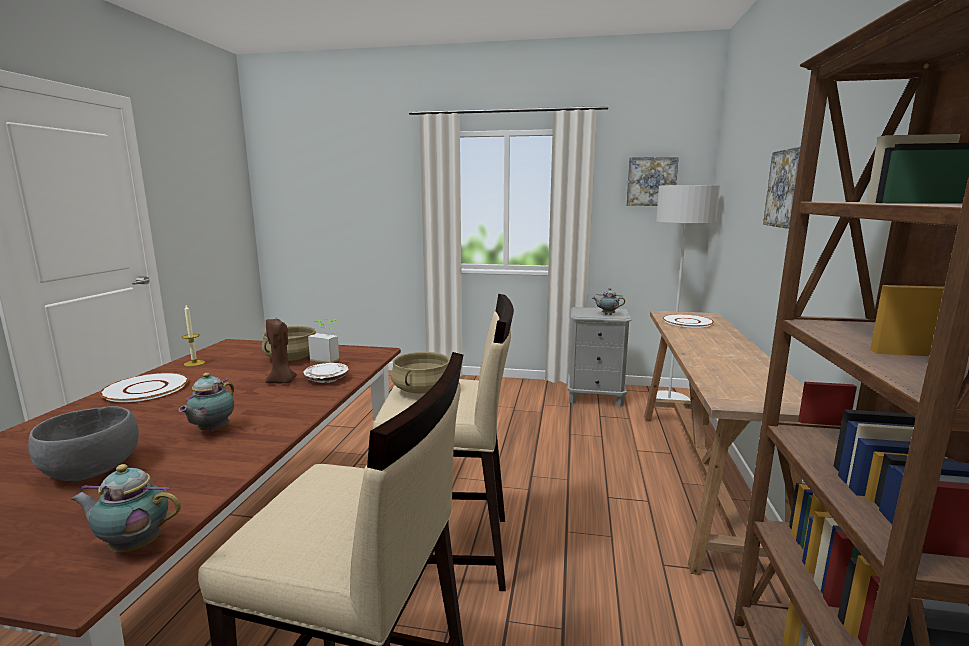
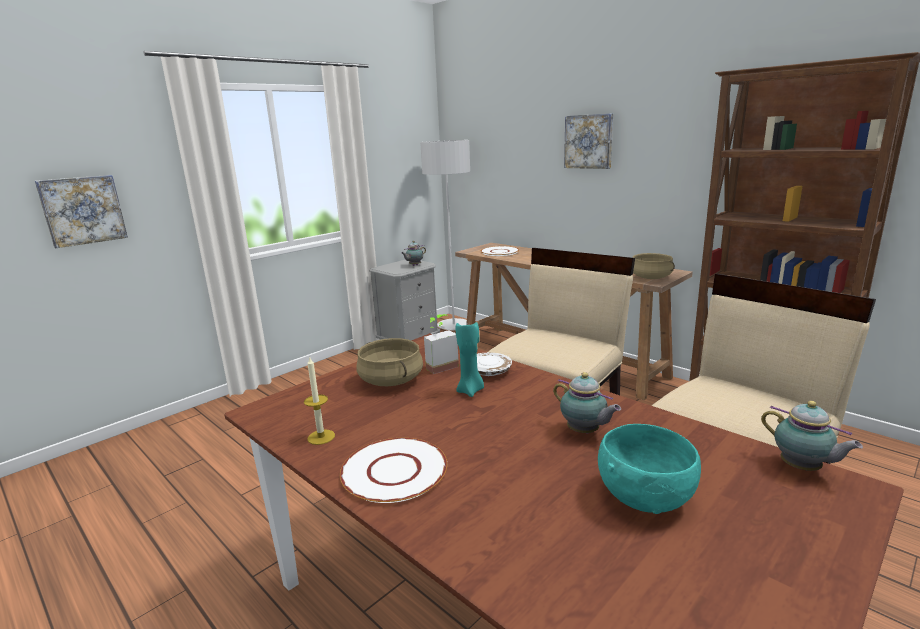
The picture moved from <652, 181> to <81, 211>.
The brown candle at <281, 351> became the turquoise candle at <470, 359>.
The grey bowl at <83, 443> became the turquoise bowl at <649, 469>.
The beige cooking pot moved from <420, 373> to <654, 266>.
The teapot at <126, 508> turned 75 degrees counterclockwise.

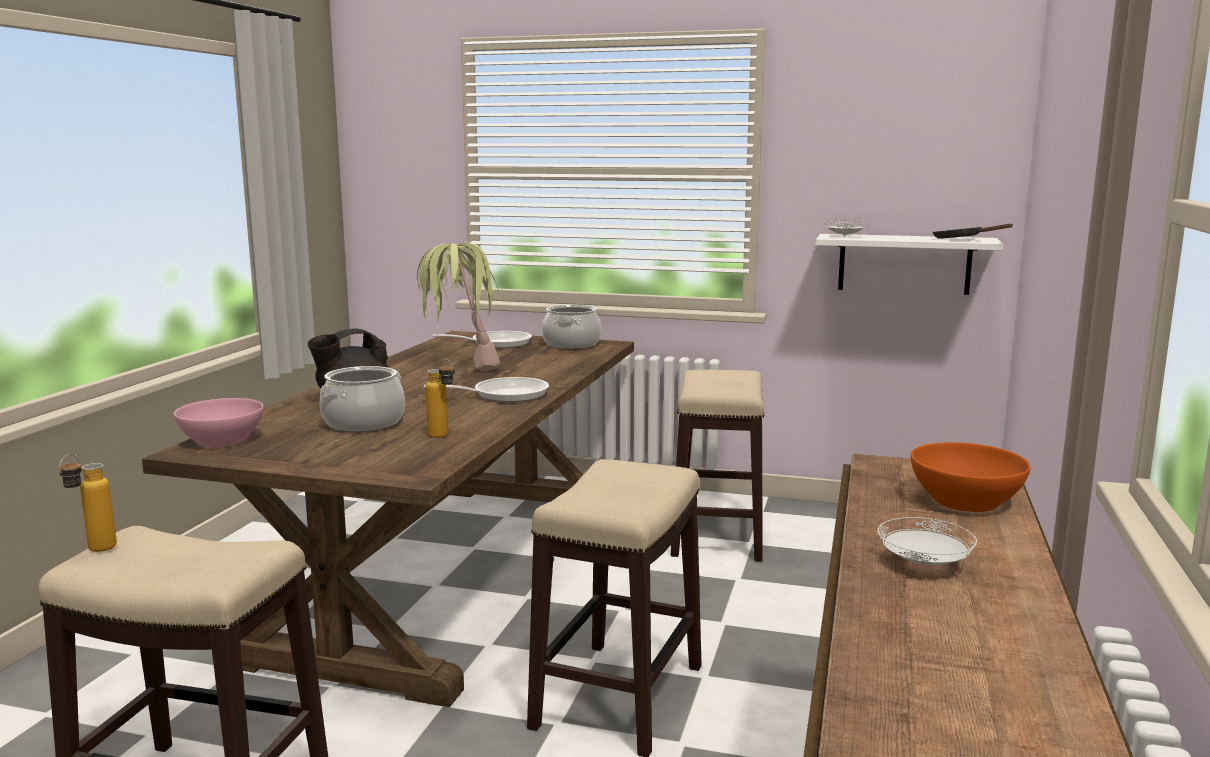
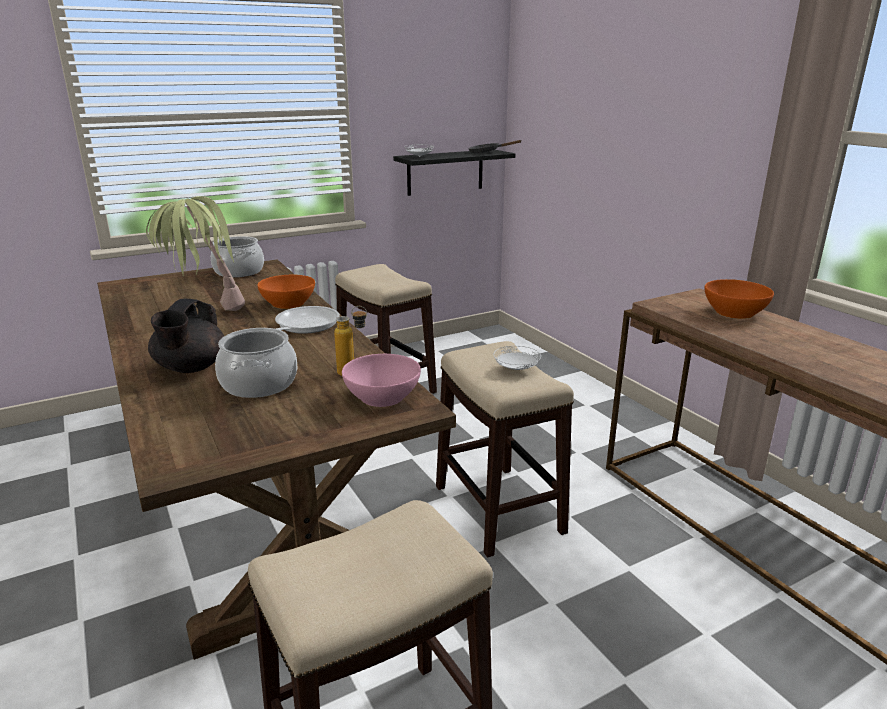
The orange bowl at <286, 292> appeared.
The pink bowl moved from <219, 422> to <381, 380>.
The white shelf at <909, 264> became the black shelf at <454, 173>.
The white plate moved from <927, 541> to <517, 358>.
The bottle at <88, 503> disappeared.
The frying pan at <482, 340> disappeared.

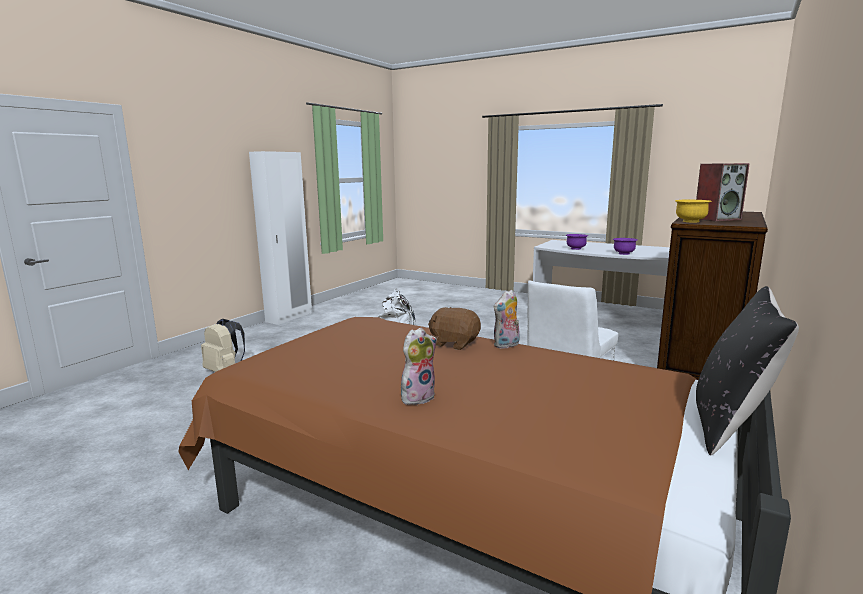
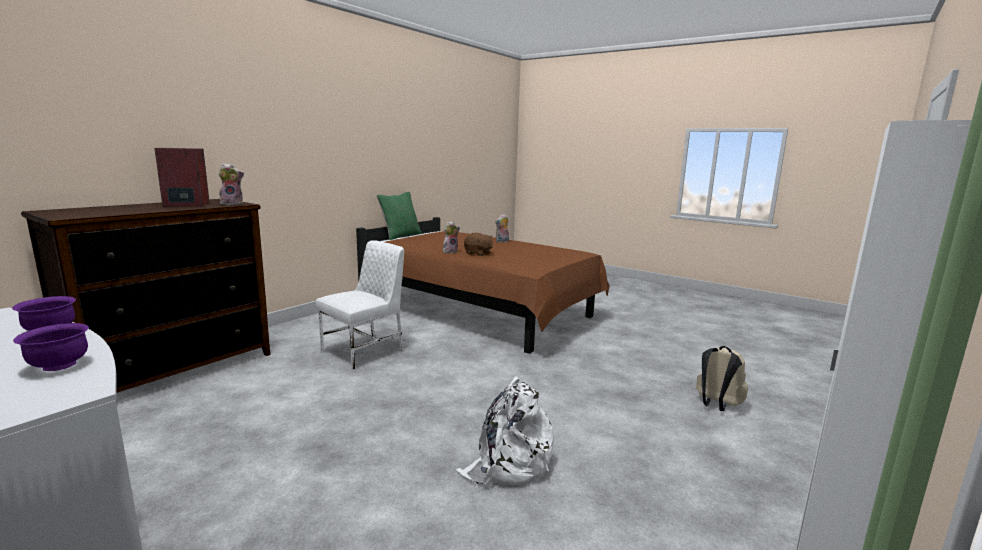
The yellow bowl at <693, 211> was replaced by the plush toy at <231, 184>.
The black pillow at <747, 370> became the green pillow at <399, 216>.

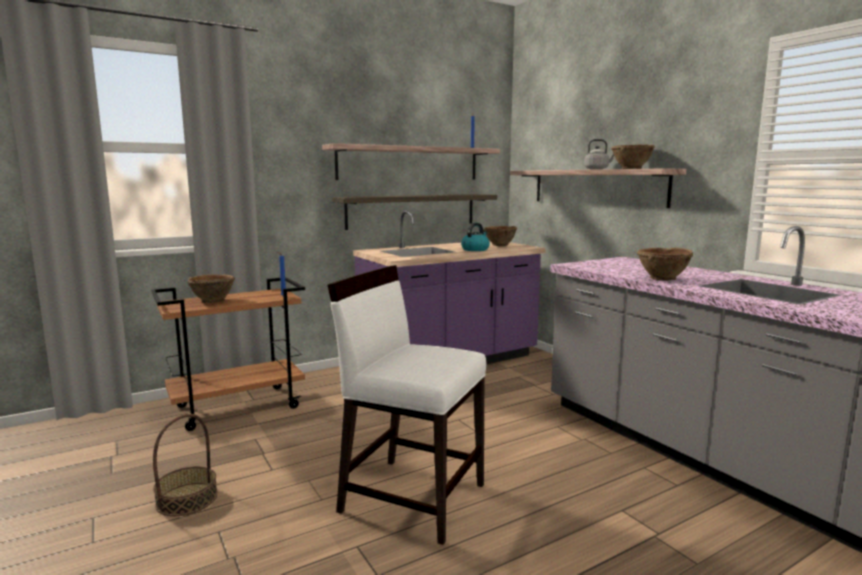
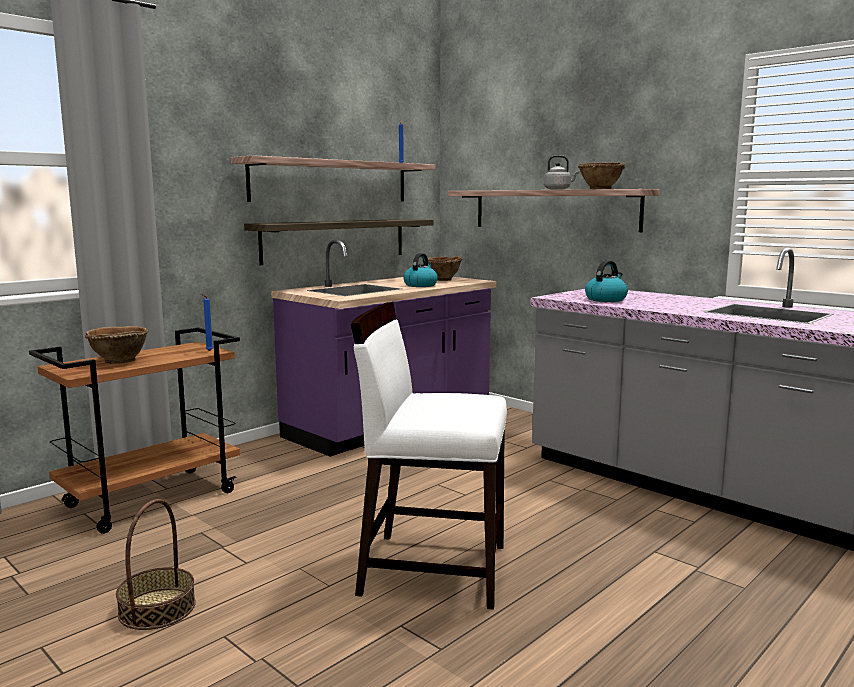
The kettle at <606, 281> appeared.
The brown bowl at <665, 264> disappeared.

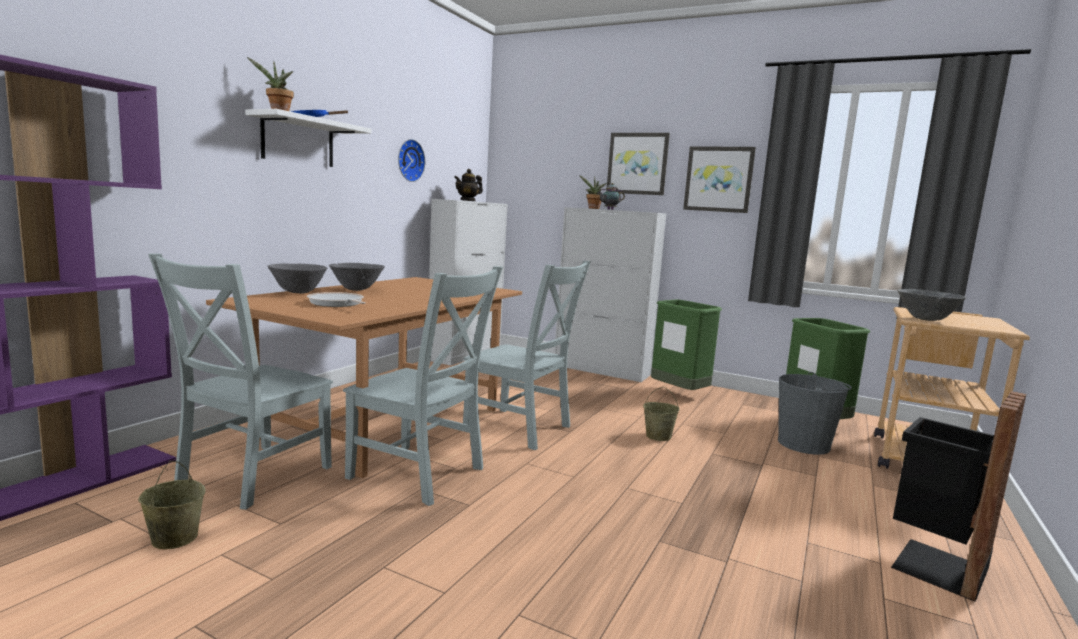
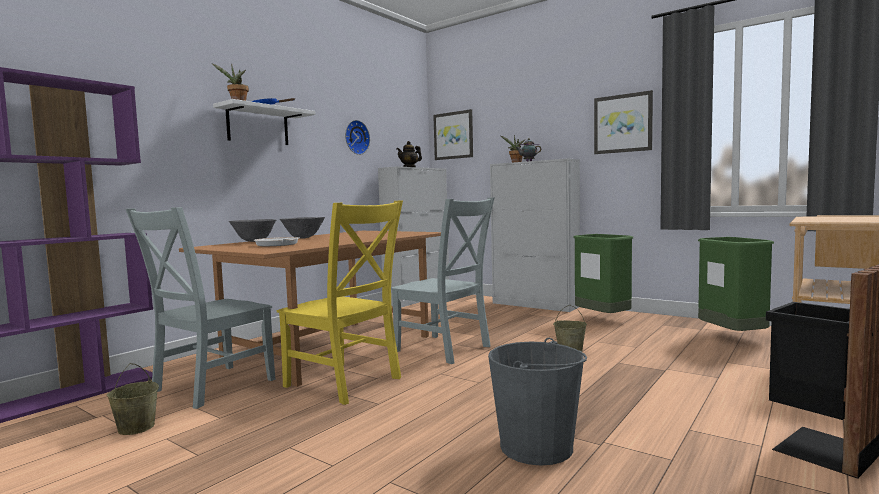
The grey chair at <423, 386> became the yellow chair at <340, 302>.
The picture moved from <638, 164> to <453, 134>.
The grey bucket moved from <815, 413> to <537, 402>.
The grey bowl at <932, 305> disappeared.

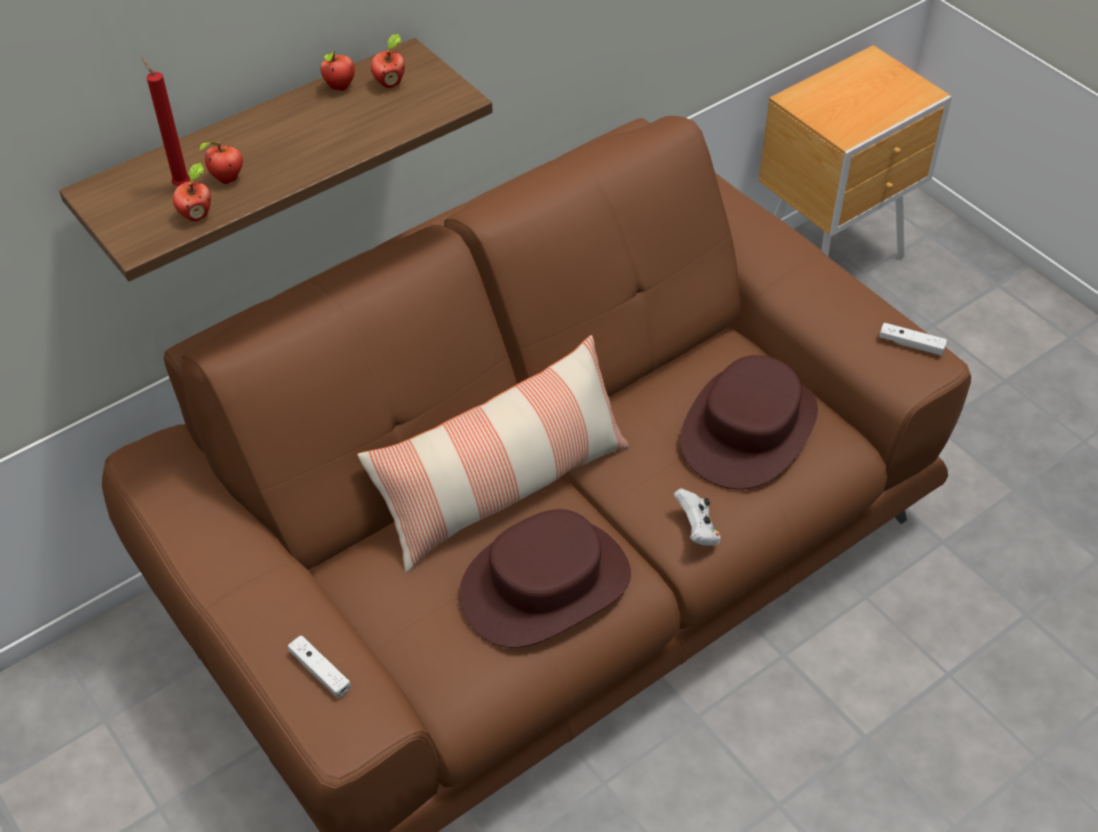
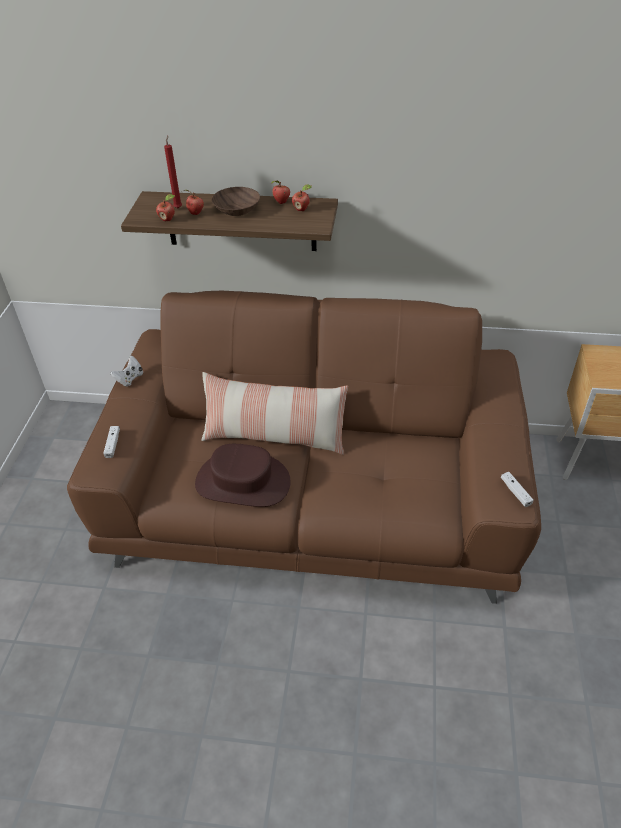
The white game controller moved from <697, 517> to <127, 371>.
The brown bowl at <236, 201> appeared.
The brown hat at <749, 422> disappeared.

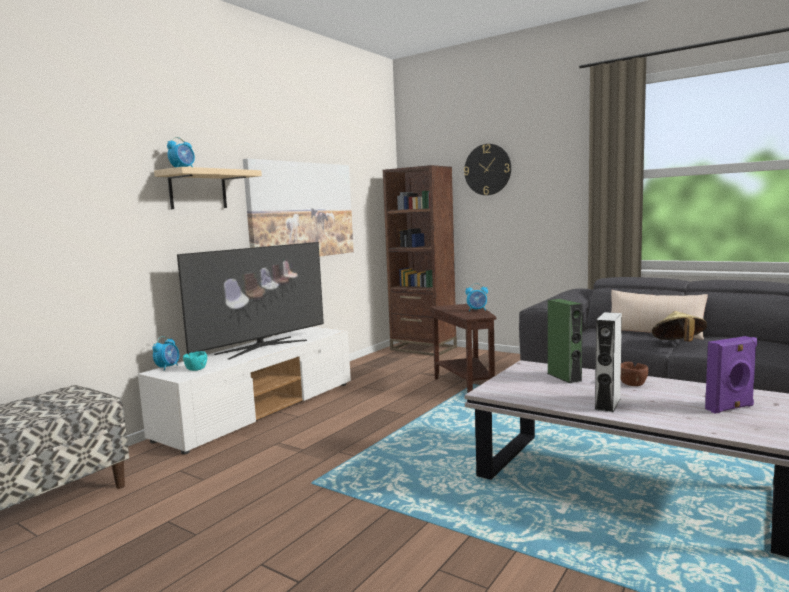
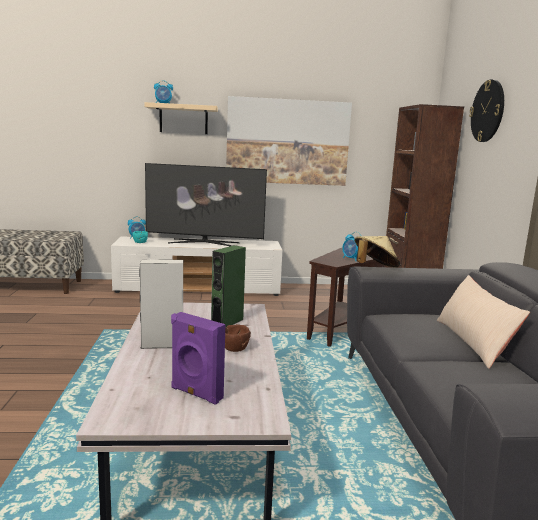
The beige hat moved from <679, 326> to <377, 251>.

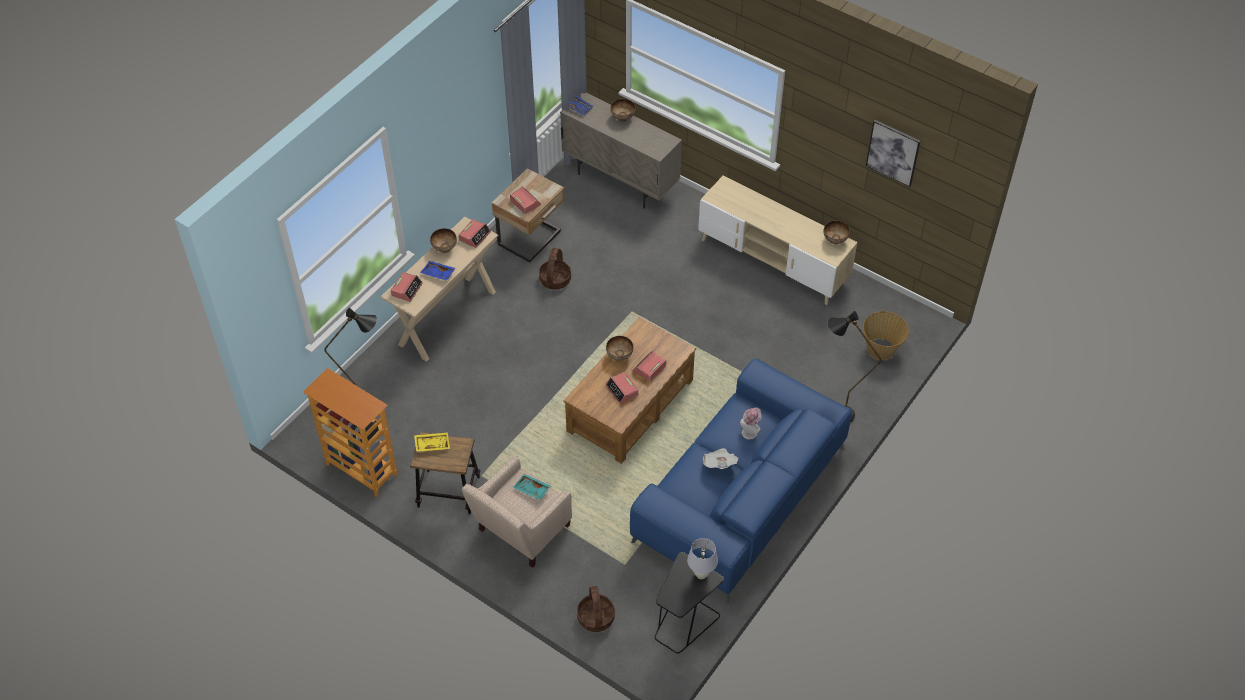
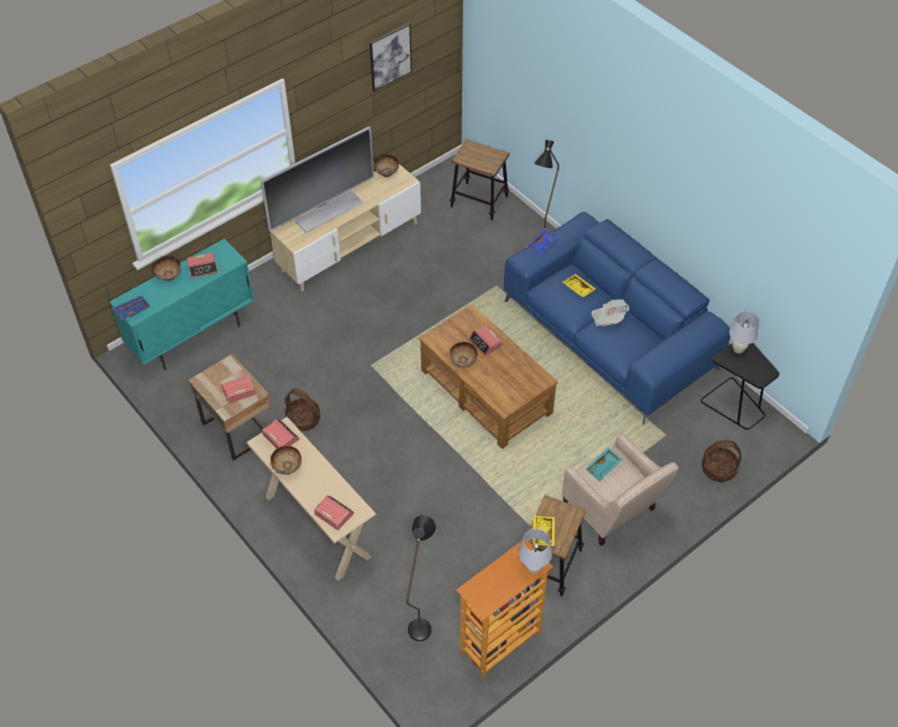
The beige cabinet at <621, 150> became the turquoise cabinet at <182, 304>.
The alarm clock moved from <622, 388> to <202, 265>.
The television at <317, 180> appeared.
The basket at <886, 335> was replaced by the stool at <479, 180>.
The white table lamp at <535, 551> appeared.
The blue tray moved from <438, 271> to <542, 242>.
The hat at <751, 423> was replaced by the yellow tray at <579, 285>.

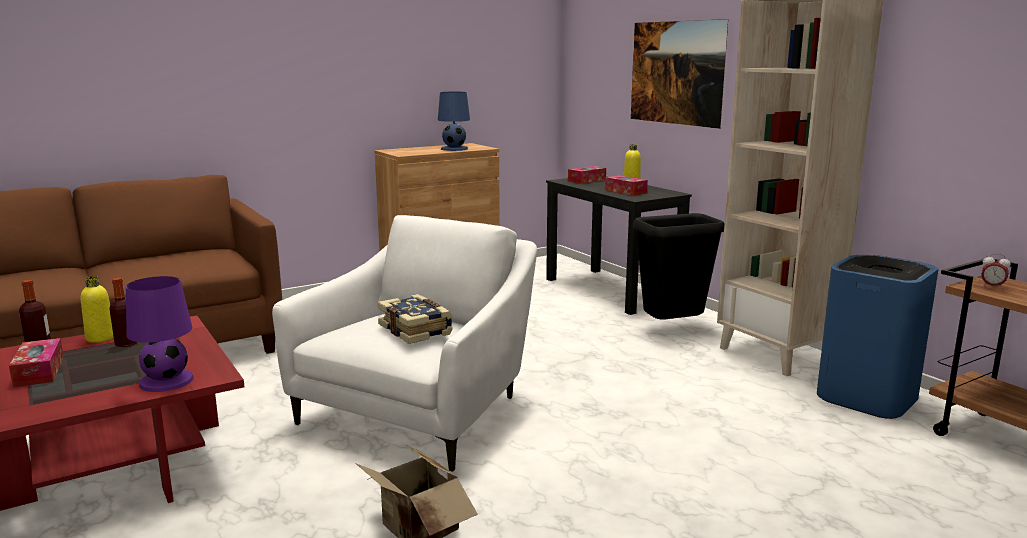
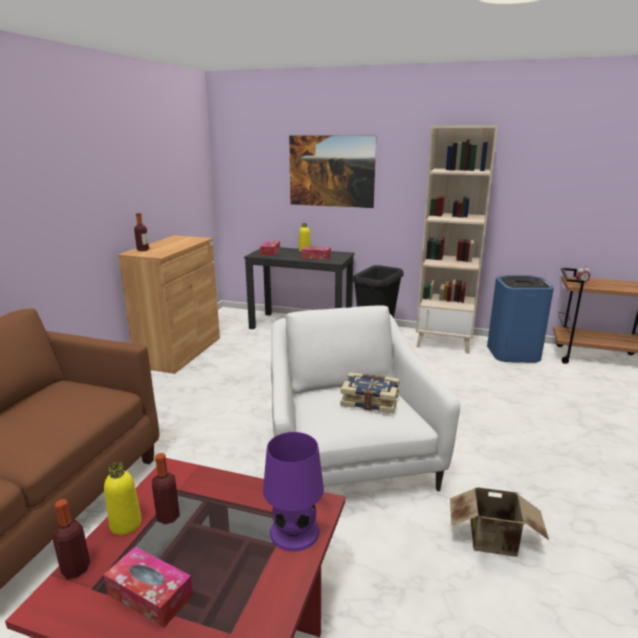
The bottle at <141, 232> appeared.
The blue table lamp at <454, 121> disappeared.

